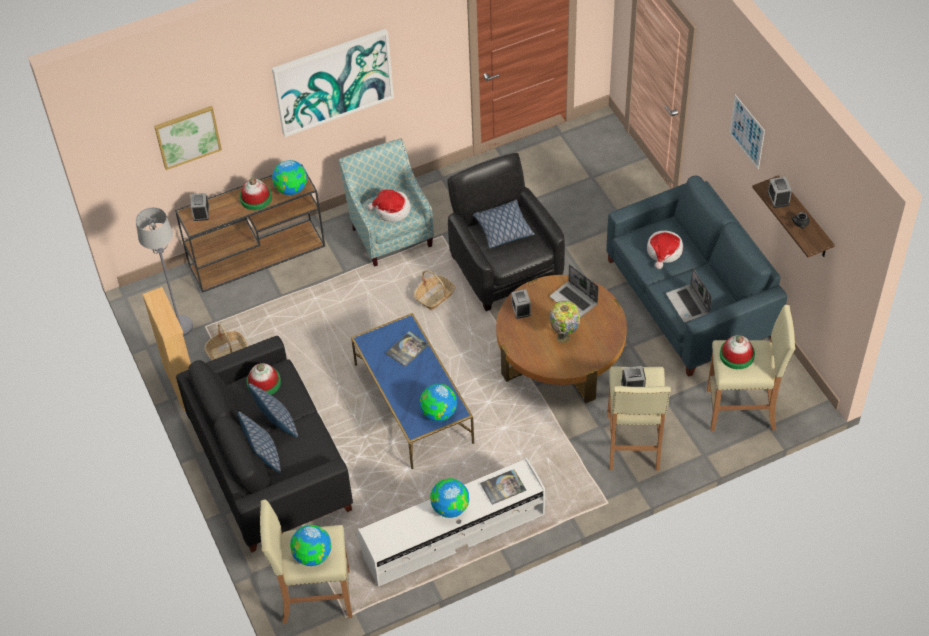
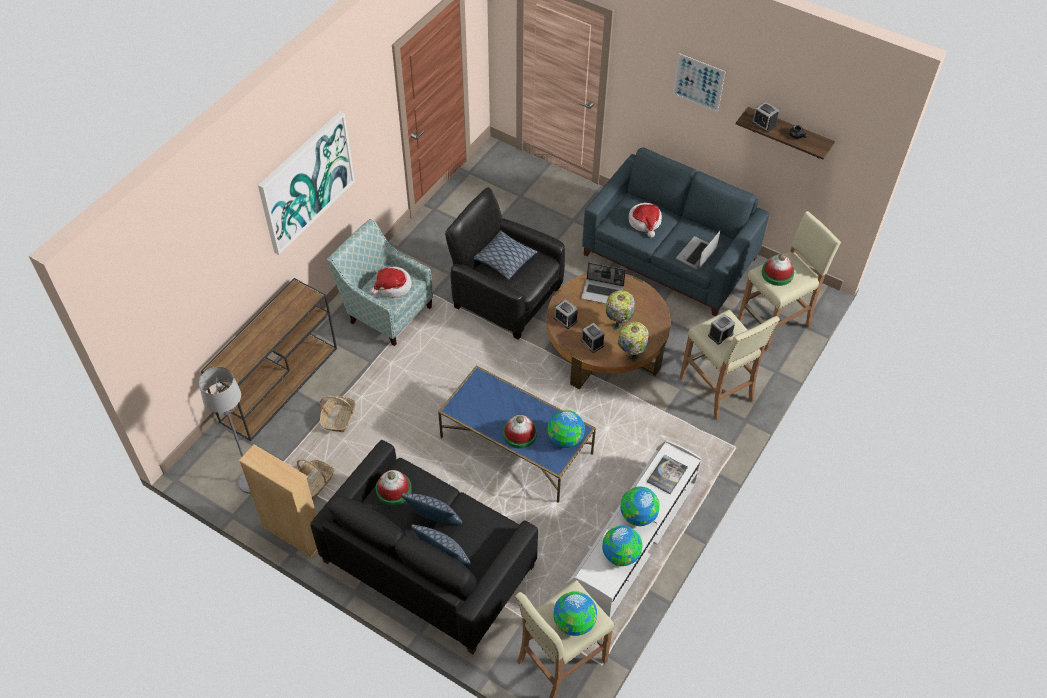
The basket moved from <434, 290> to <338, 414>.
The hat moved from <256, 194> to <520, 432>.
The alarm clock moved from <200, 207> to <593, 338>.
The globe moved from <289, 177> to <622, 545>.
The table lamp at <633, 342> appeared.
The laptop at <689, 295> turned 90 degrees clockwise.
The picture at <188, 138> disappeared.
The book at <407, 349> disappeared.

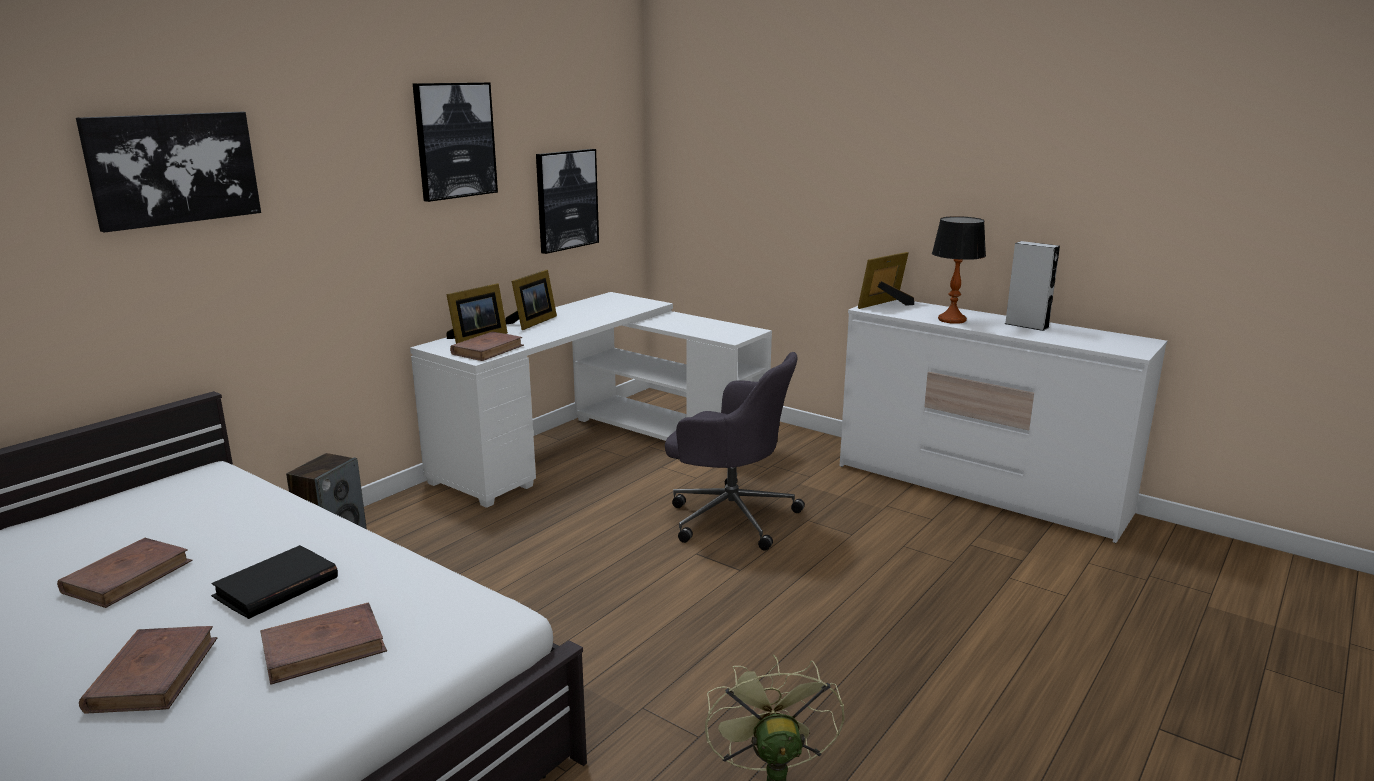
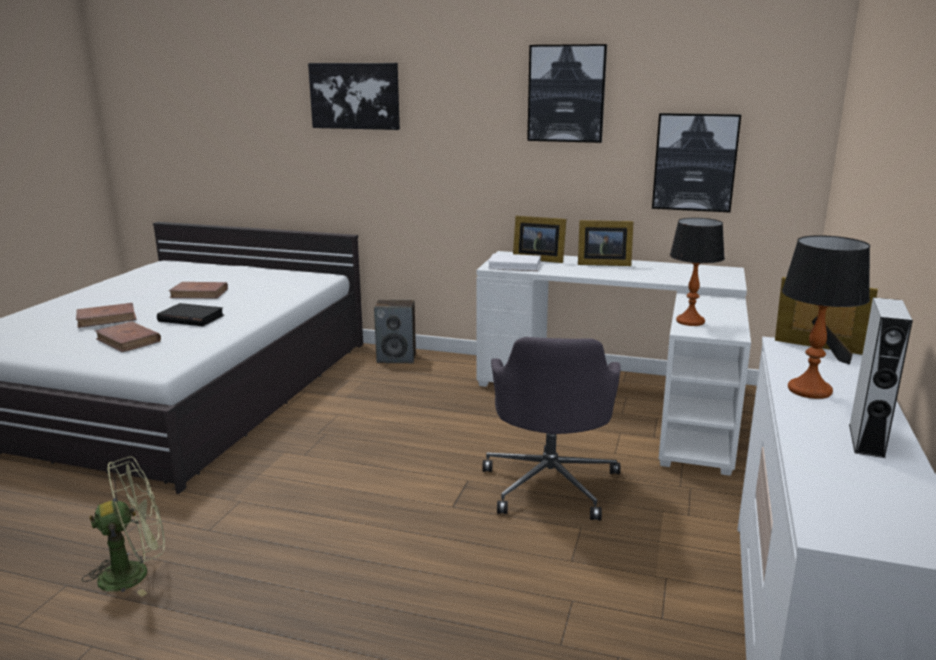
The brown book at <487, 346> became the white book at <514, 262>.
The table lamp at <697, 272> appeared.

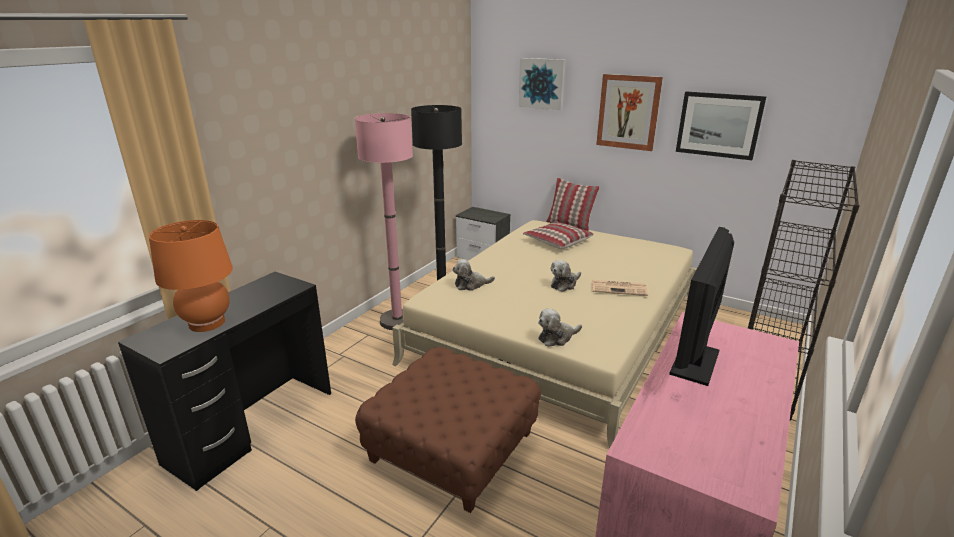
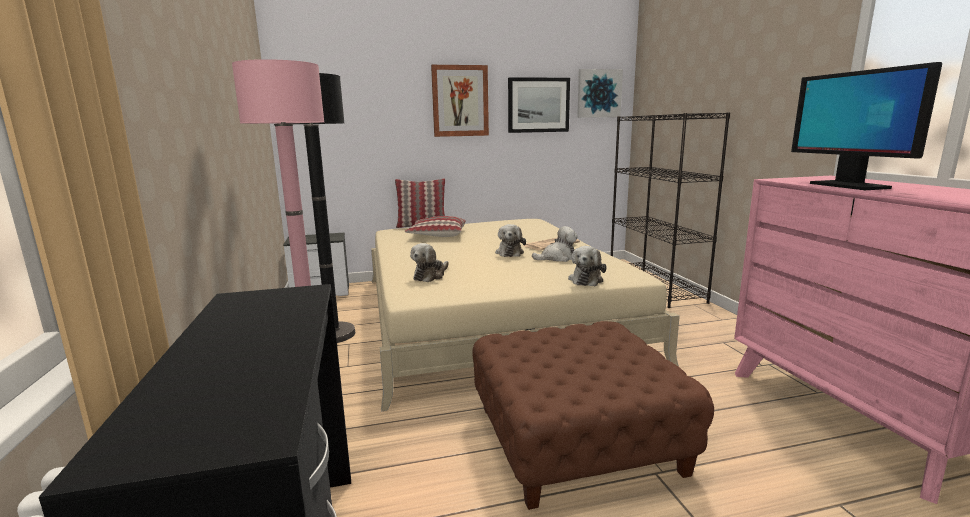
The plush toy at <555, 244> appeared.
The picture moved from <542, 84> to <600, 93>.
The orange table lamp at <191, 276> disappeared.

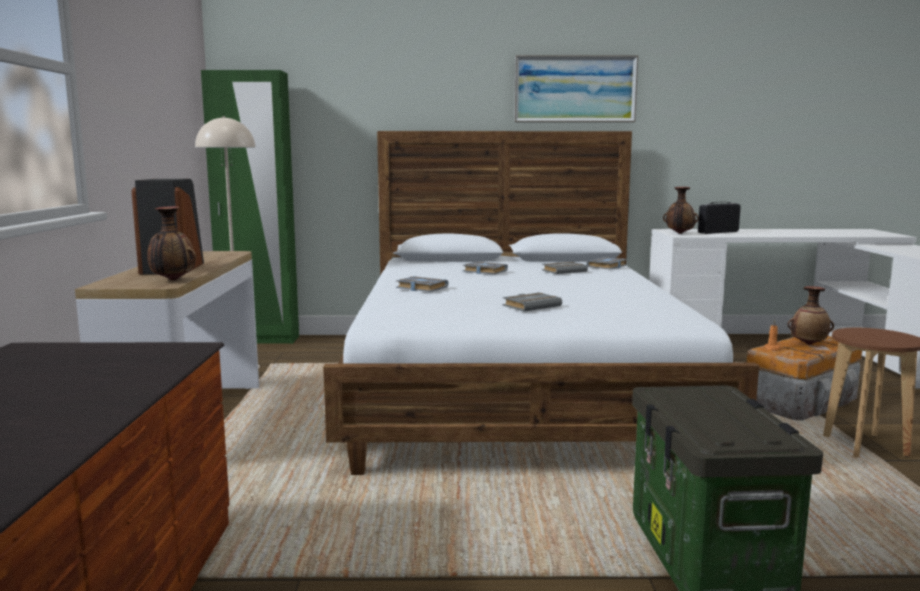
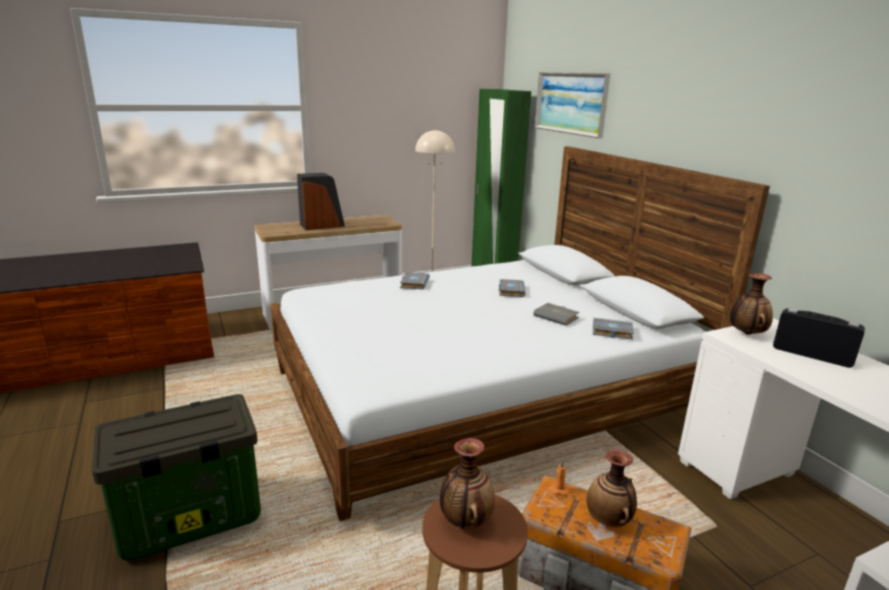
The vase moved from <171, 243> to <467, 483>.
The picture moved from <576, 88> to <572, 105>.
The grey book at <532, 302> disappeared.

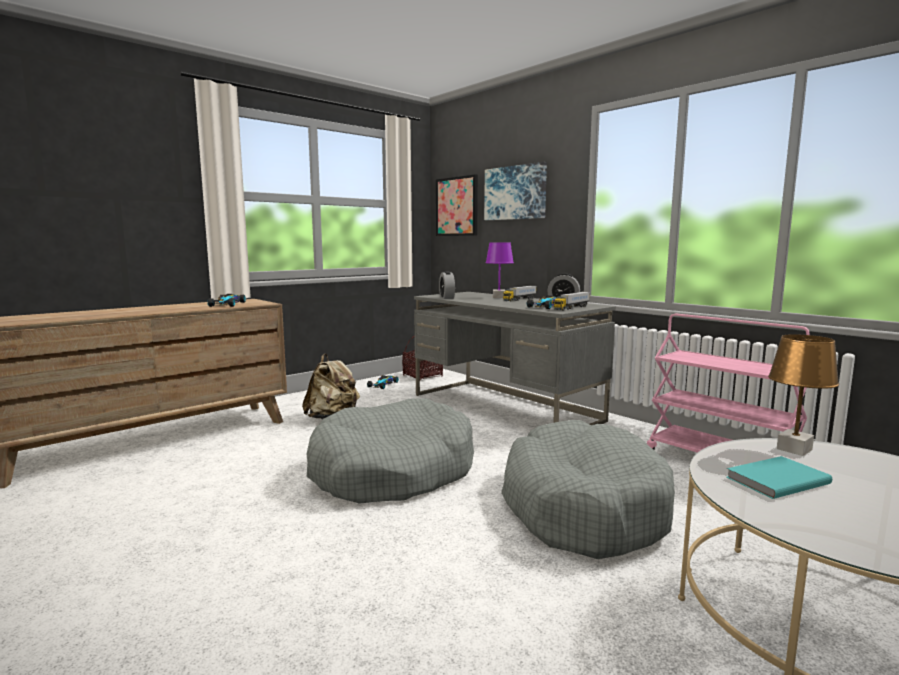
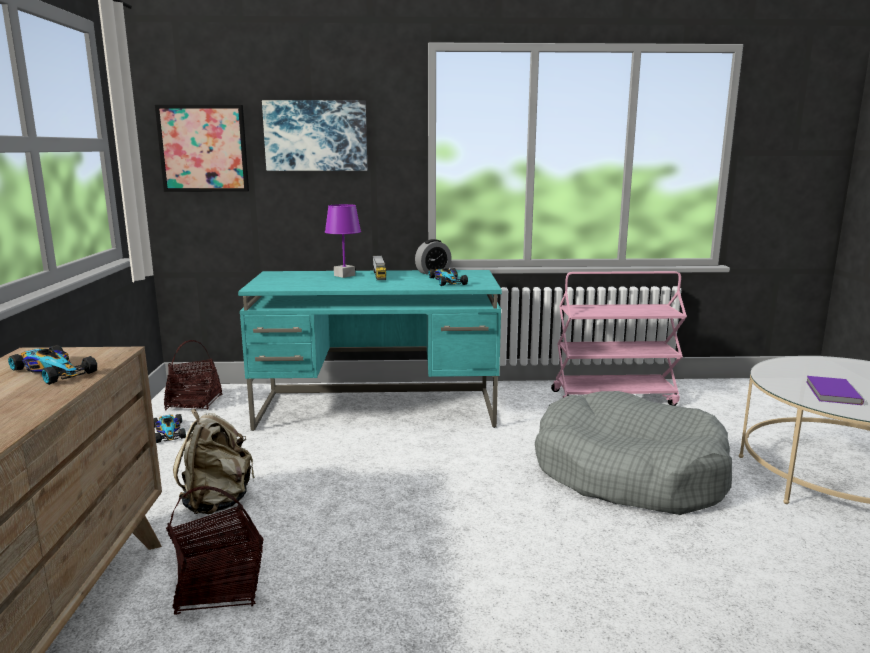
The basket at <215, 550> appeared.
The grey desk at <515, 358> became the turquoise desk at <370, 350>.
The turquoise book at <779, 477> became the purple book at <835, 390>.
The grey dog bed at <390, 451> disappeared.
The alarm clock at <447, 285> disappeared.
The toy truck at <572, 301> disappeared.
The brown table lamp at <803, 395> disappeared.

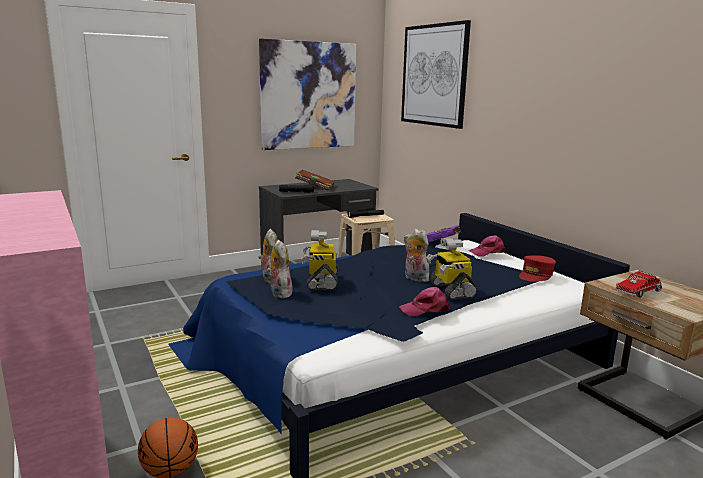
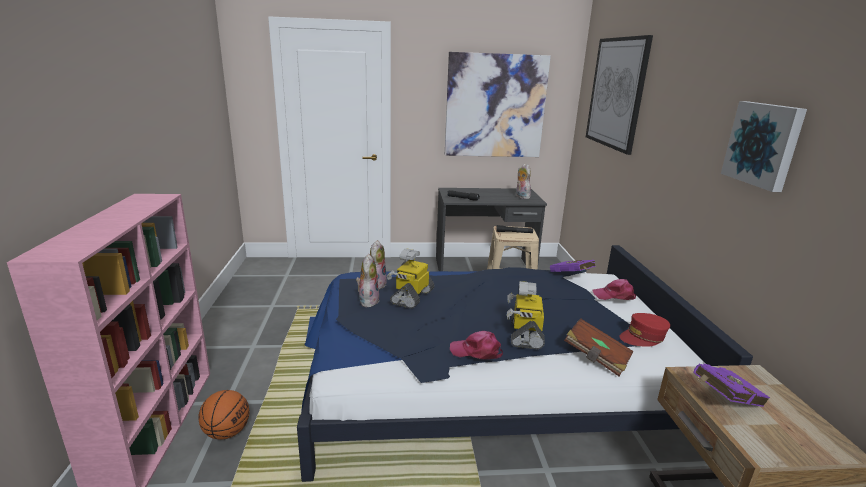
The plush toy moved from <416, 255> to <524, 181>.
The brown book moved from <314, 180> to <598, 347>.
The toy truck at <638, 283> was replaced by the purple book at <731, 385>.
The picture at <764, 146> appeared.

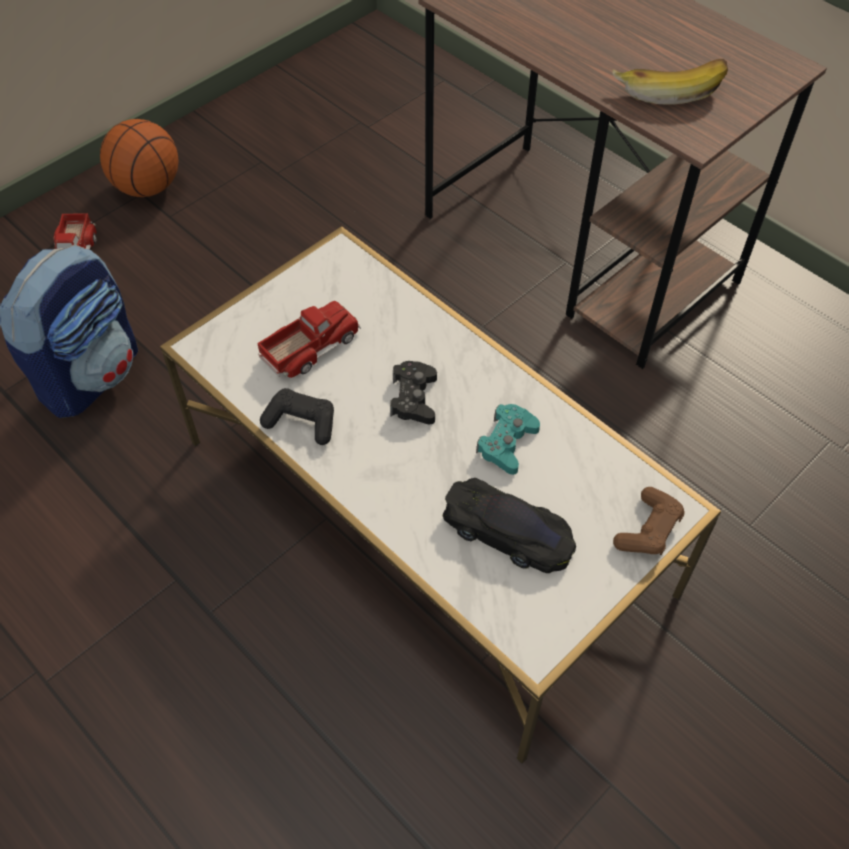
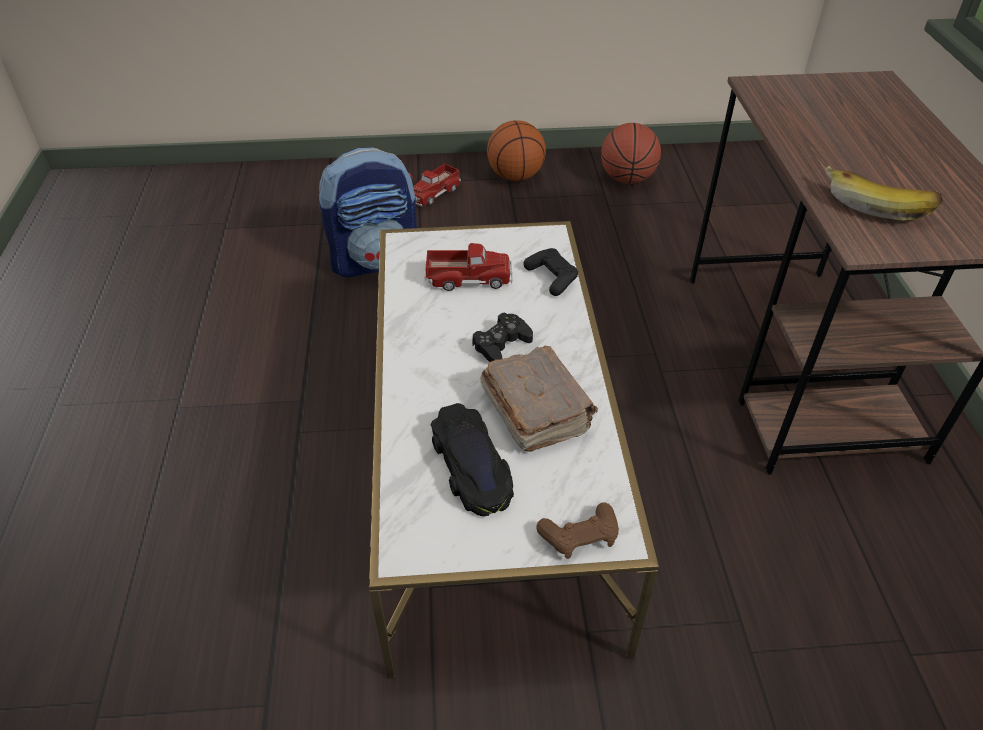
The turquoise game controller at <508, 439> was replaced by the brown book at <539, 398>.
The black game controller moved from <297, 416> to <551, 272>.
The basketball at <631, 153> appeared.

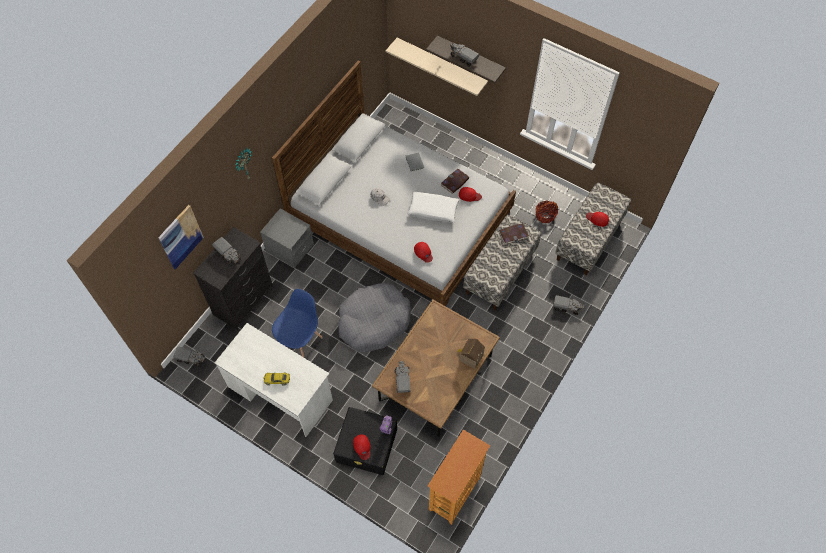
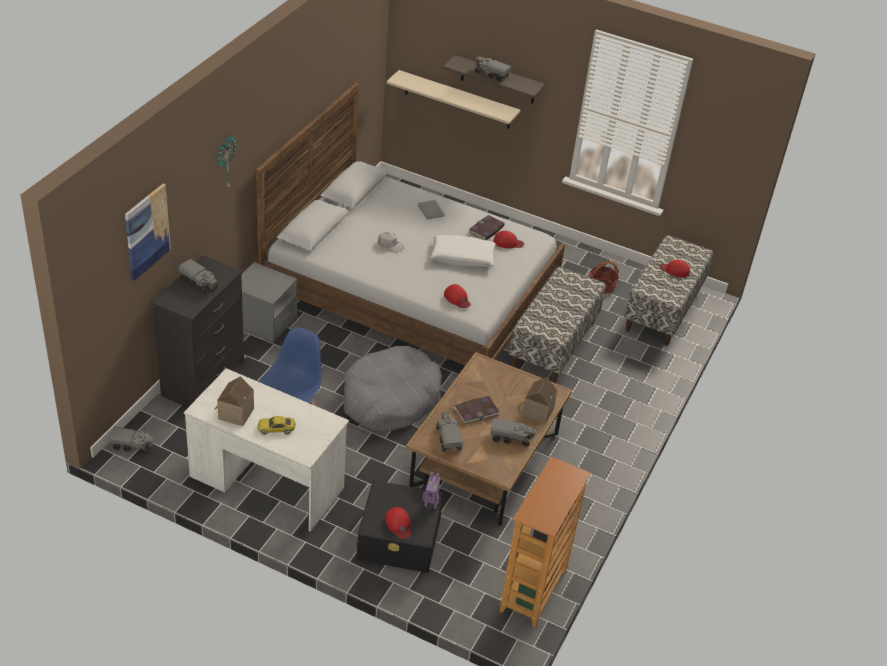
The toy house at <234, 401> appeared.
The book moved from <514, 233> to <477, 410>.
The toy truck moved from <568, 305> to <513, 432>.

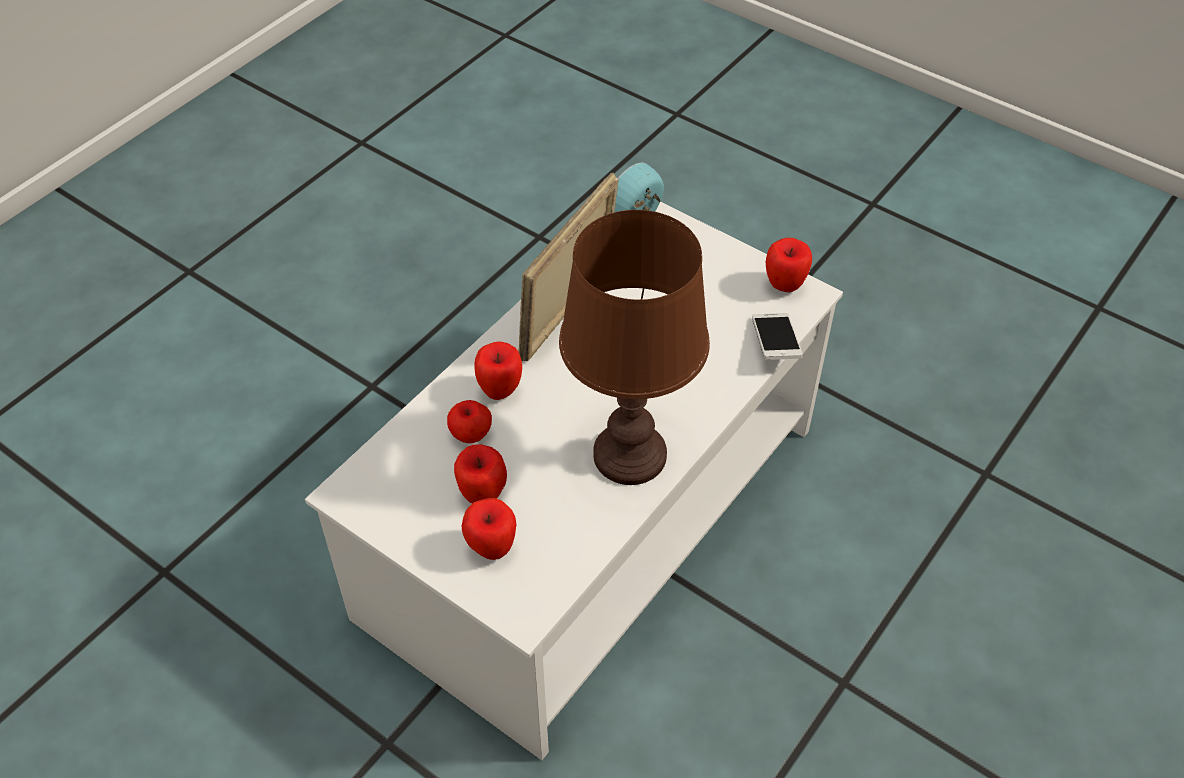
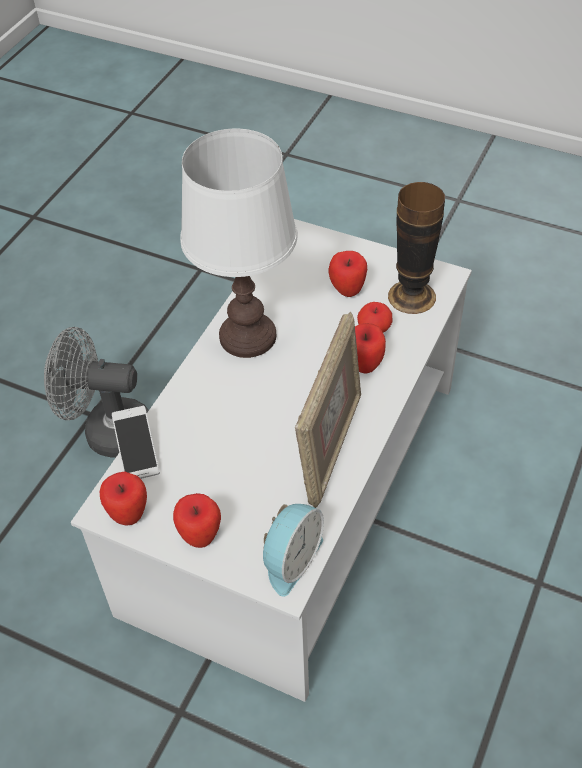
The grey fan at <96, 392> appeared.
The apple moved from <489, 529> to <197, 520>.
The brown table lamp at <634, 347> became the white table lamp at <239, 243>.
The vase at <416, 248> appeared.

